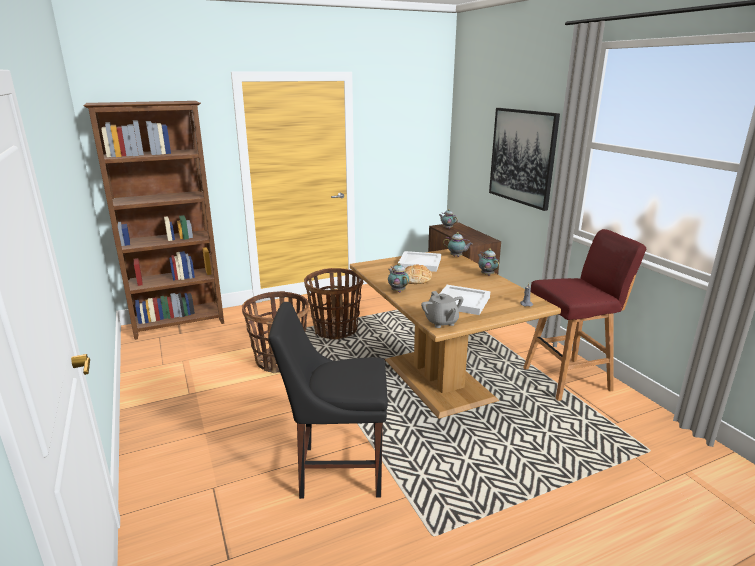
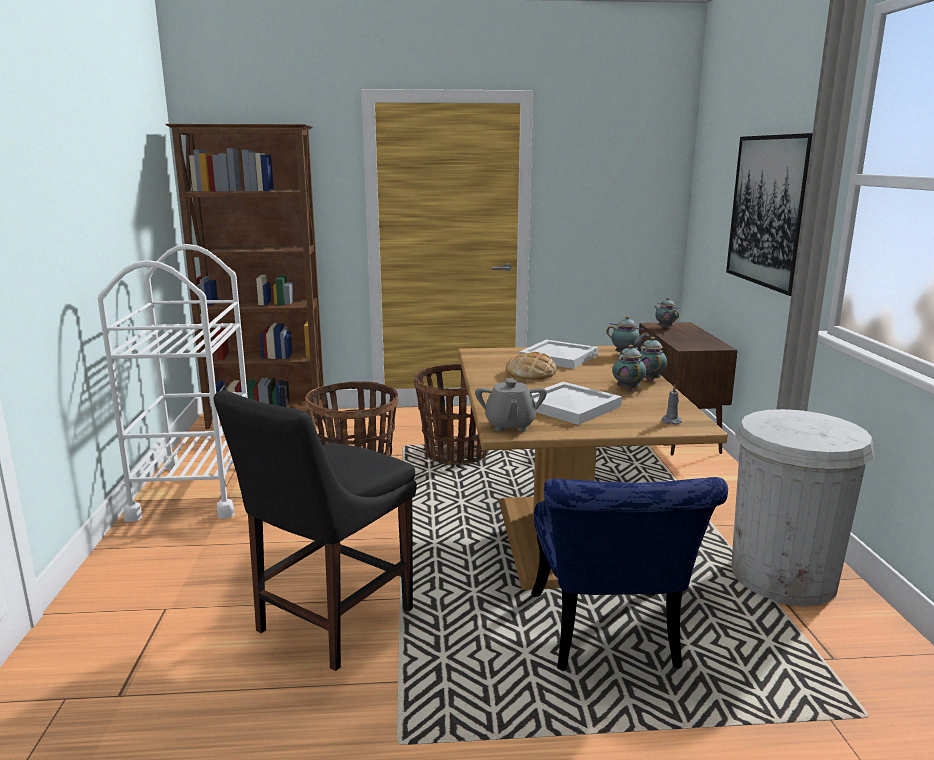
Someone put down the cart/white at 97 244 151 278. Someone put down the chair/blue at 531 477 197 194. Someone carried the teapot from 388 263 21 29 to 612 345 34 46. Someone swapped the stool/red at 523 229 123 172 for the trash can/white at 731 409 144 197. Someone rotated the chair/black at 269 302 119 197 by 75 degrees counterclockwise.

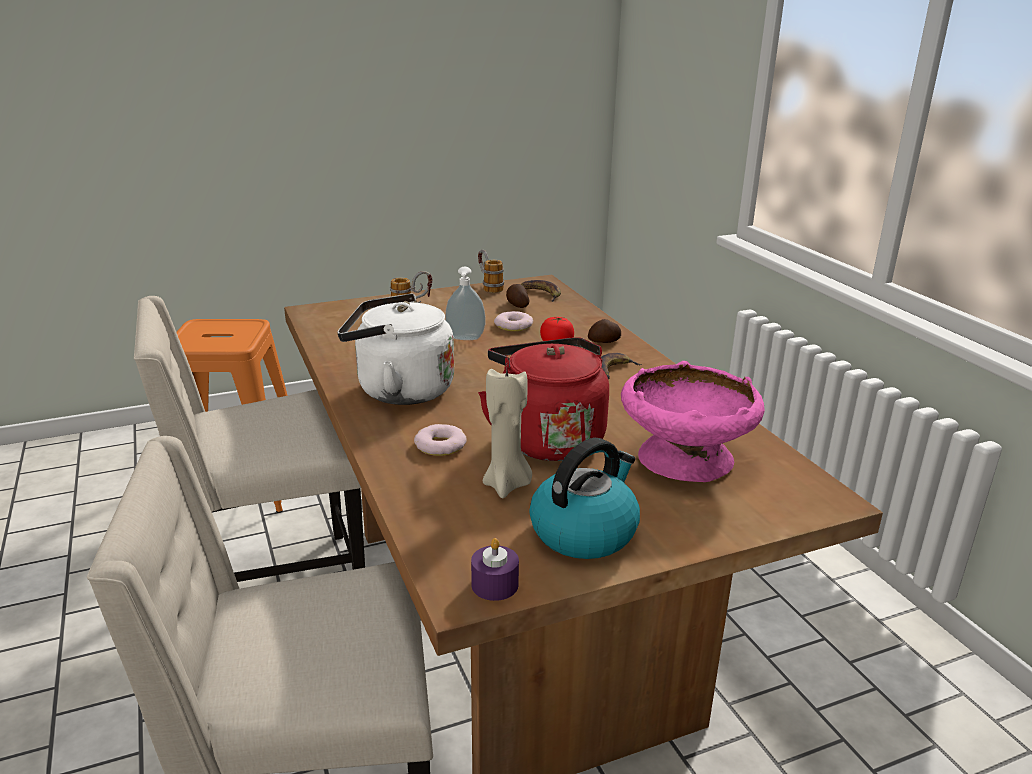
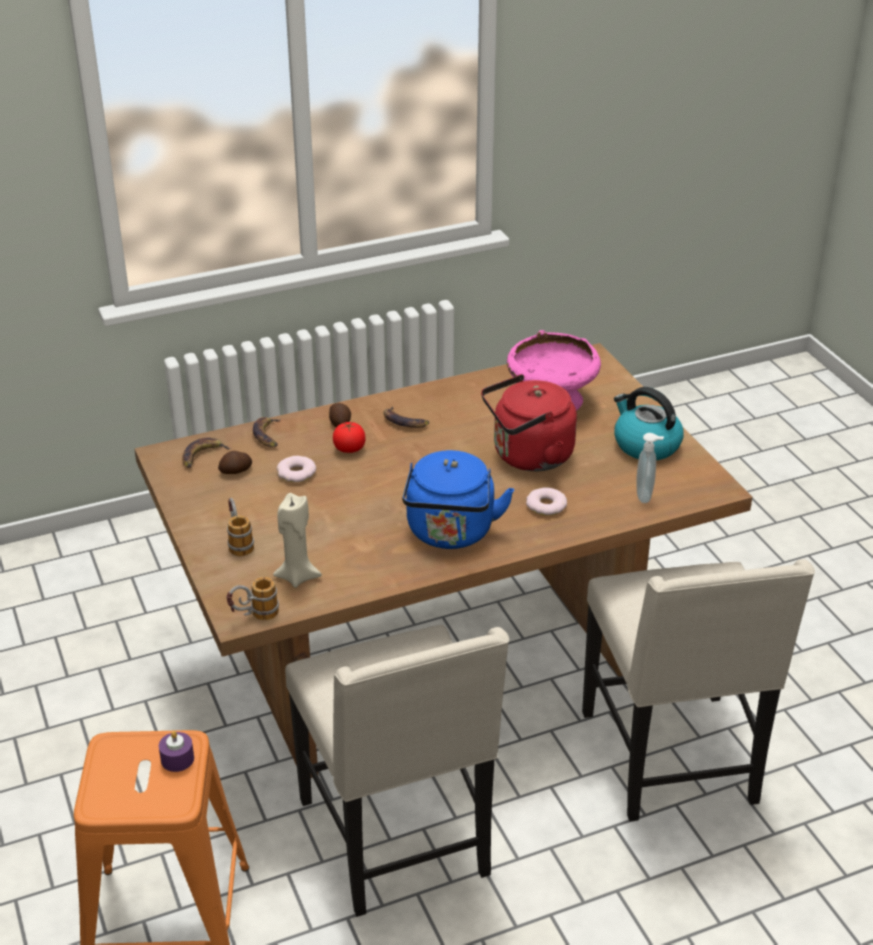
Someone put down the banana at 253 417 28 30. Someone carried the soap dispenser from 445 266 41 74 to 637 433 27 70. Someone carried the candle/purple from 471 538 48 63 to 159 731 35 41. Someone carried the mug from 478 249 26 44 to 226 577 53 43. Someone carried the candle/beige from 483 369 49 129 to 273 493 49 95. Someone repainted the kettle/white at 337 293 117 112, which became the kettle/blue at 402 450 112 99.

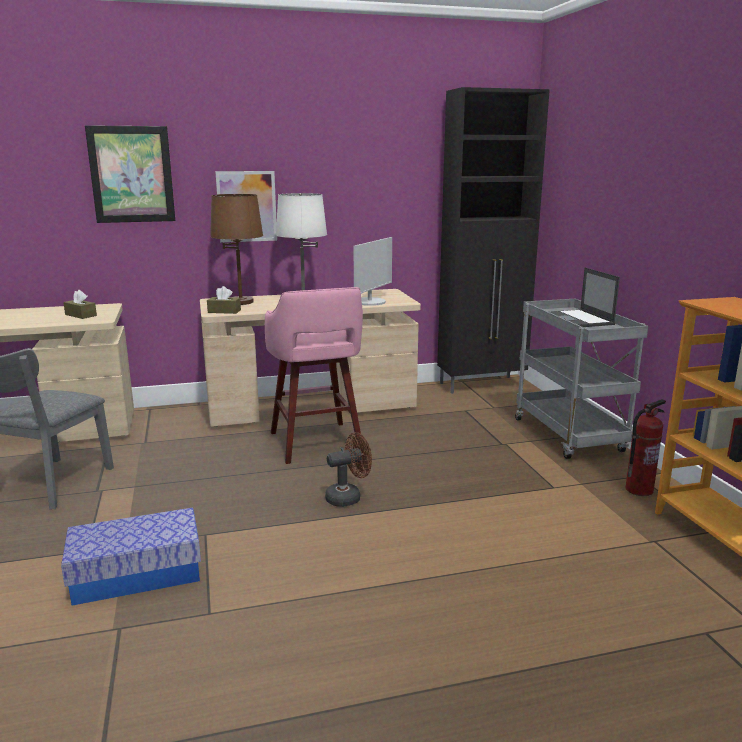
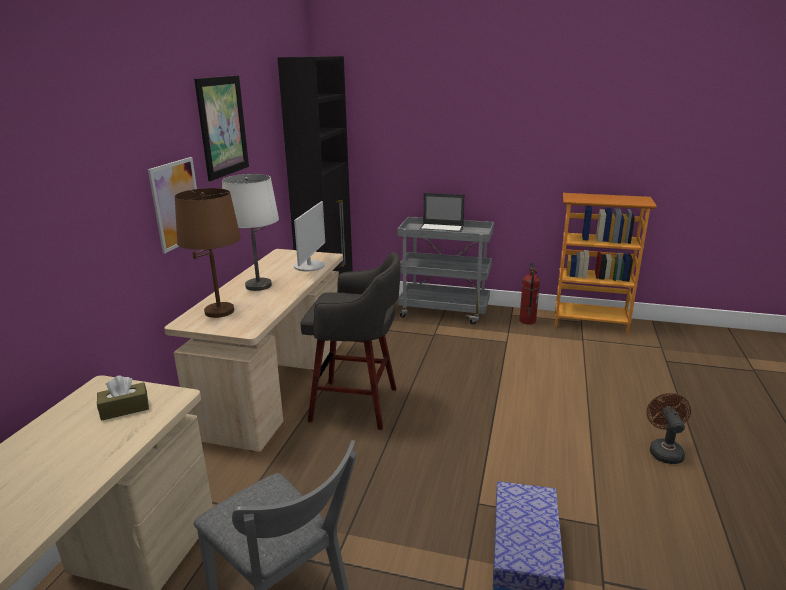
Someone took away the tissue box/brown at 207 286 34 28. Someone carried the picture from 85 125 90 98 to 194 75 55 106. Someone carried the fan/brown from 325 432 47 75 to 646 393 45 71. Someone repainted the stool/pink at 265 287 98 177, which became the stool/grey at 300 252 101 178. Someone rotated the monitor at 354 237 38 69 by 45 degrees clockwise.

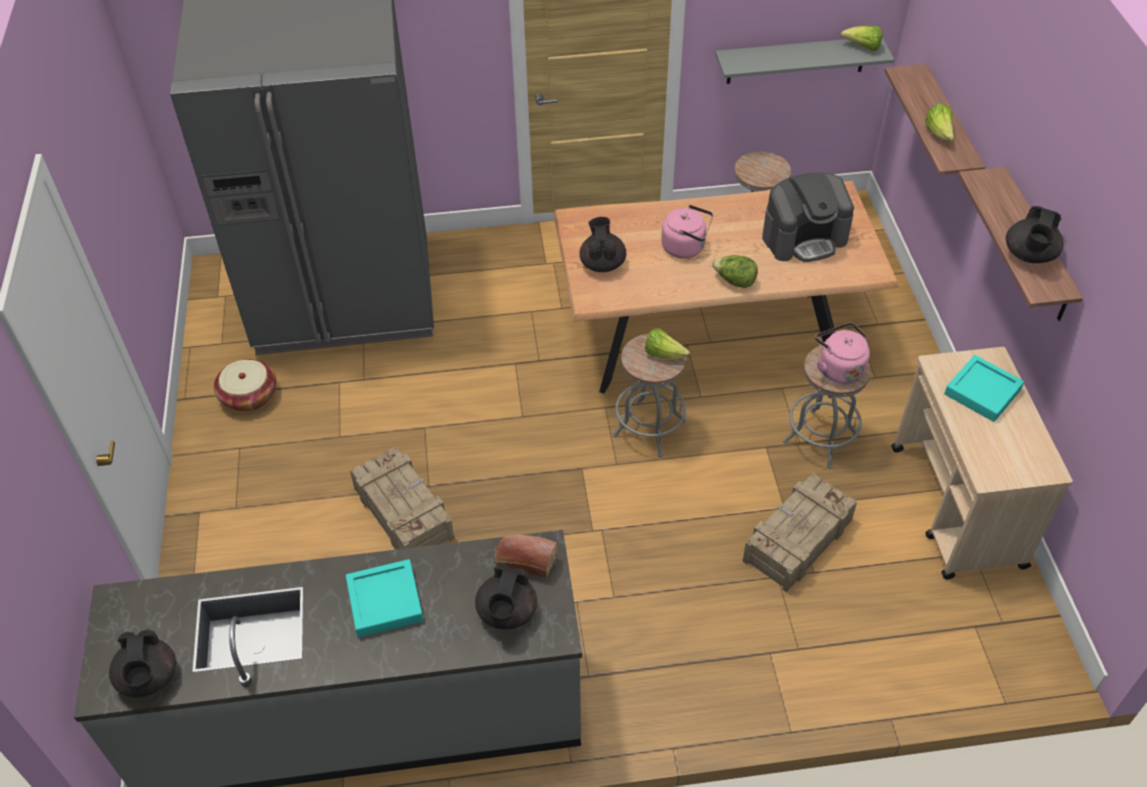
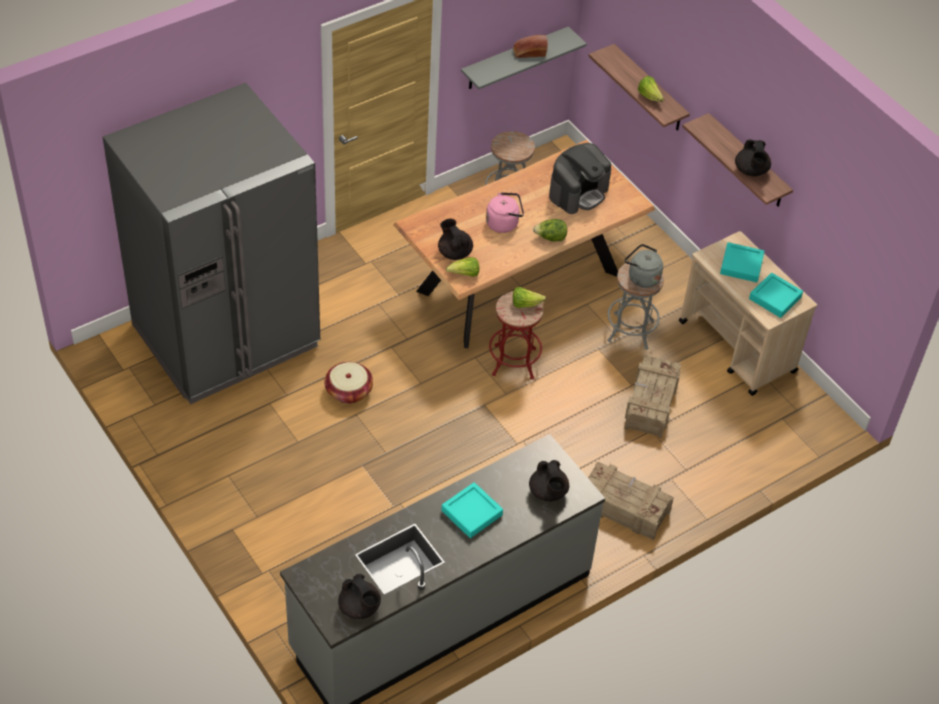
Someone put down the tray/turquoise at 749 273 54 45. Someone carried the basket from 214 359 62 52 to 324 362 49 42. Someone carried the crate from 350 446 104 104 to 588 462 86 78. Someone carried the bread from 494 535 64 43 to 513 35 35 23. Someone carried the lettuce from 841 26 41 25 to 446 257 33 20. Someone repainted the stool/grey at 613 334 73 123, which became the stool/red at 489 291 55 88. Someone repainted the kettle/pink at 815 323 55 61, which became the kettle/grey at 625 244 38 44.

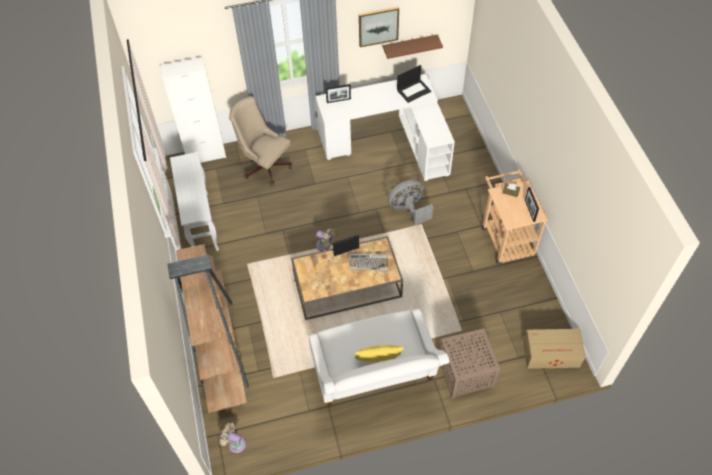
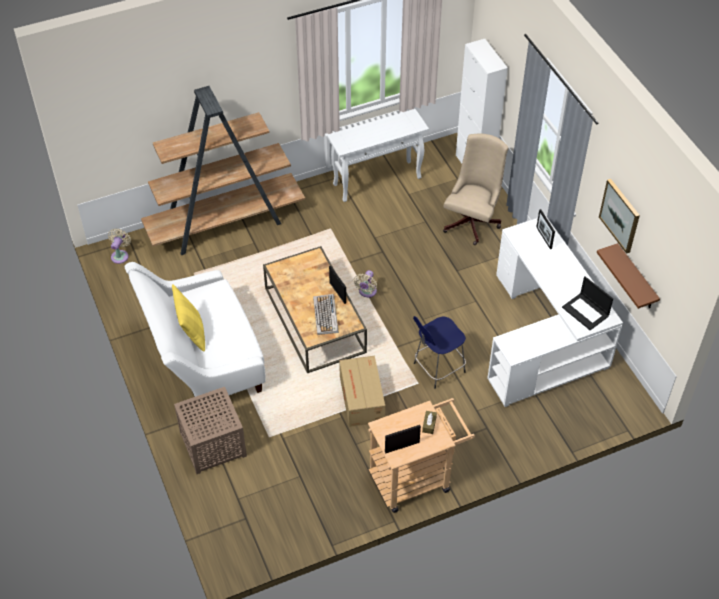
Someone carried the cardboard box from 523 329 62 40 to 339 356 46 71. Someone swapped the fan/grey at 388 180 45 45 for the stool/blue at 413 316 53 73.

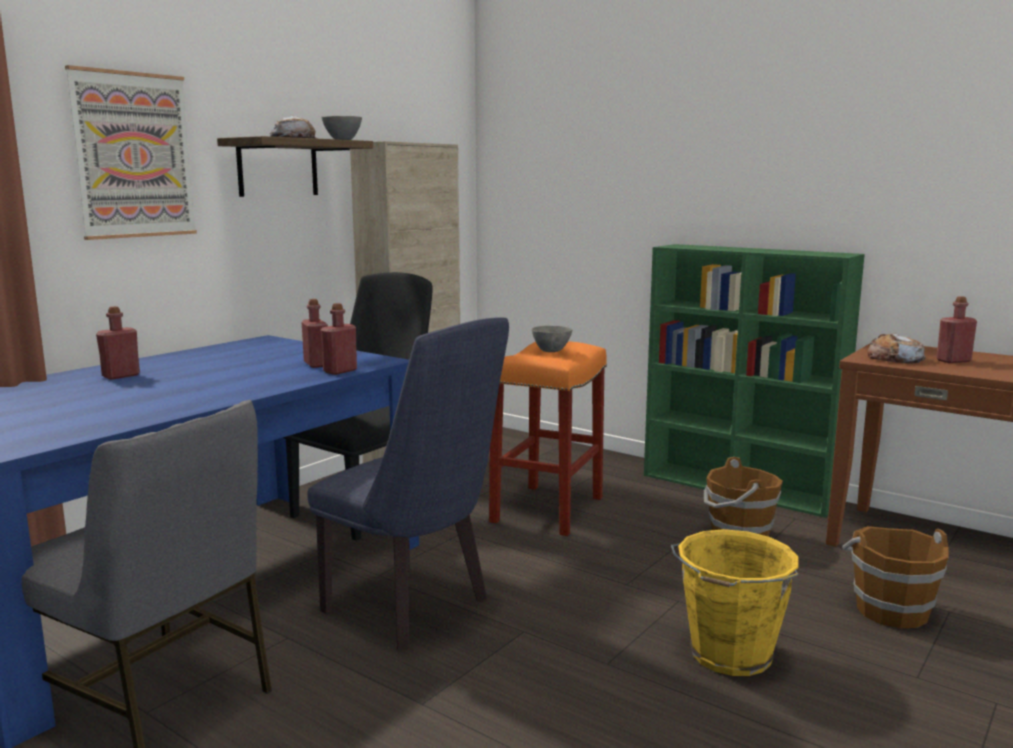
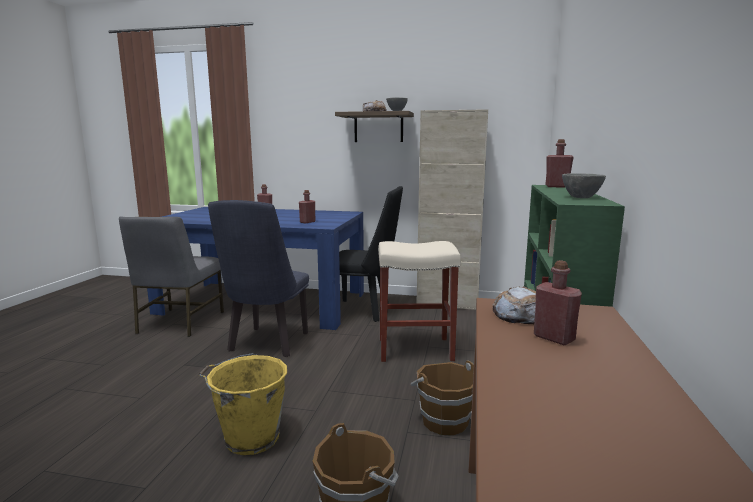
Someone took away the picture at 65 65 132 175. Someone carried the bottle/red from 320 303 37 72 to 545 139 29 49. Someone carried the bowl/grey from 532 326 40 26 to 562 173 44 25. Someone repainted the stool/orange at 489 341 118 195, which became the stool/beige at 378 241 83 121.

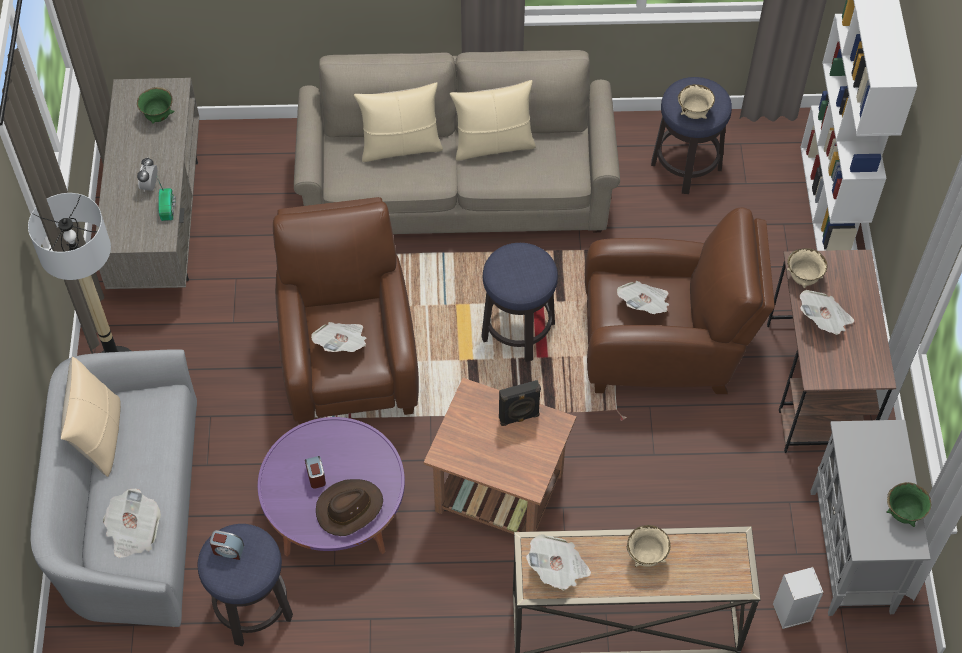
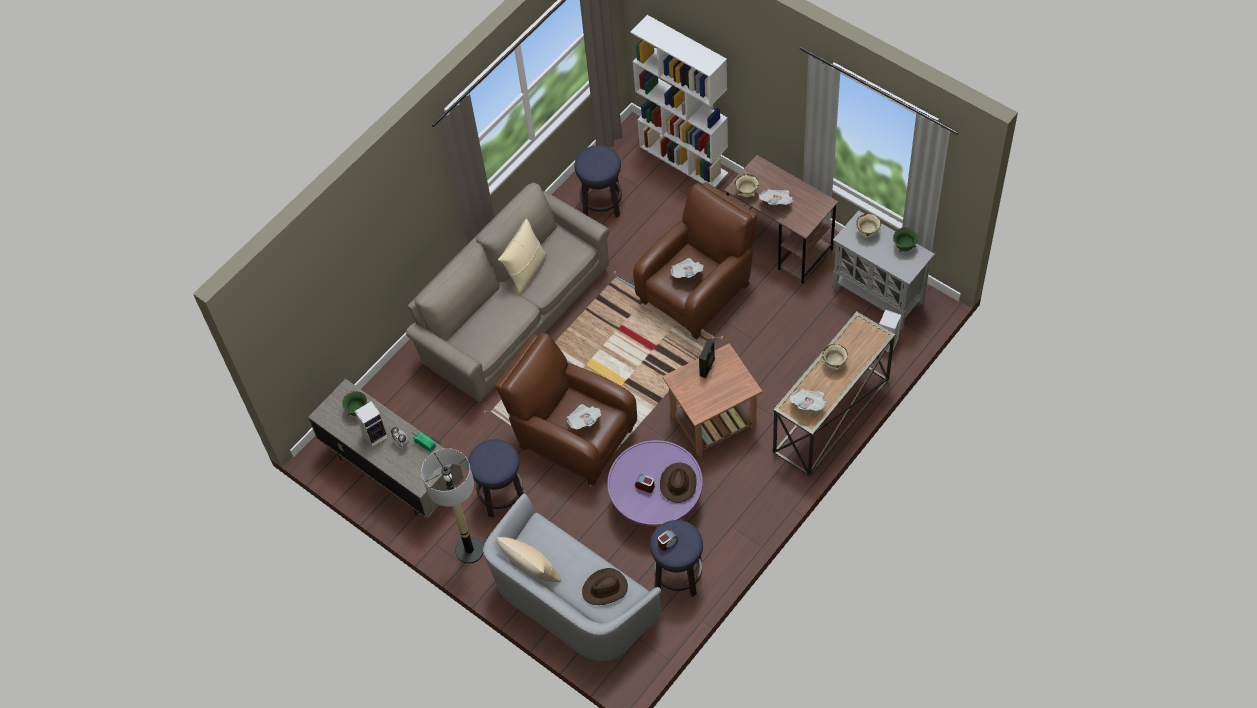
Someone took away the pillow/beige at 354 82 89 80. Someone put down the speaker at 355 401 33 46. Someone carried the stool from 481 243 77 119 to 468 439 56 79. Someone carried the bowl/beige from 678 84 37 35 to 856 213 25 26. Someone swapped the newspaper at 103 489 58 69 for the hat/brown at 582 568 46 37.

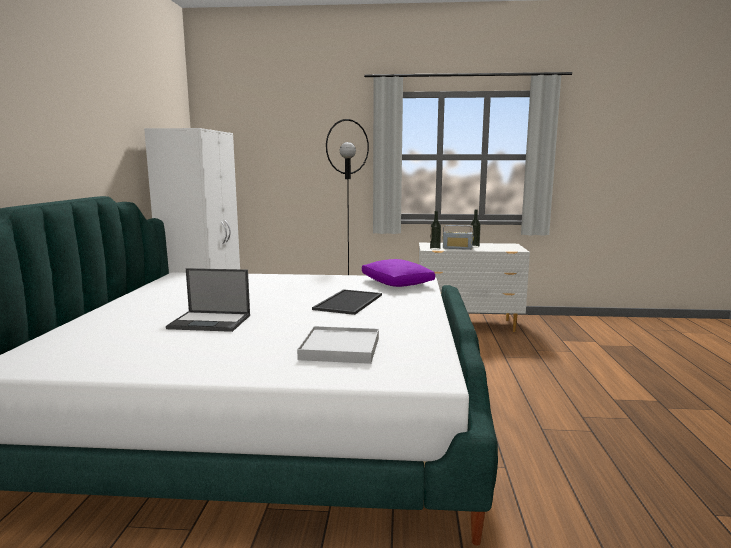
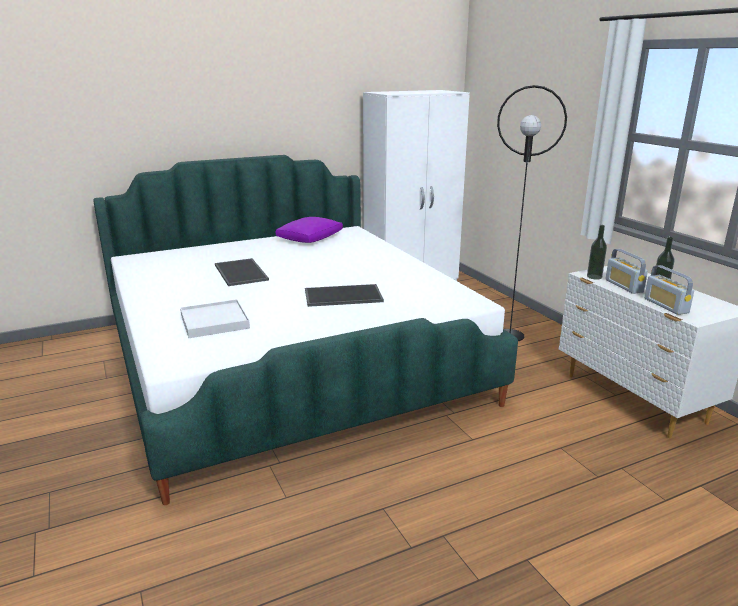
Someone put down the radio at 644 265 50 50. Someone carried the pillow/purple from 362 259 73 28 to 276 217 67 26. Someone swapped the laptop at 166 268 84 64 for the tray at 215 258 54 28.

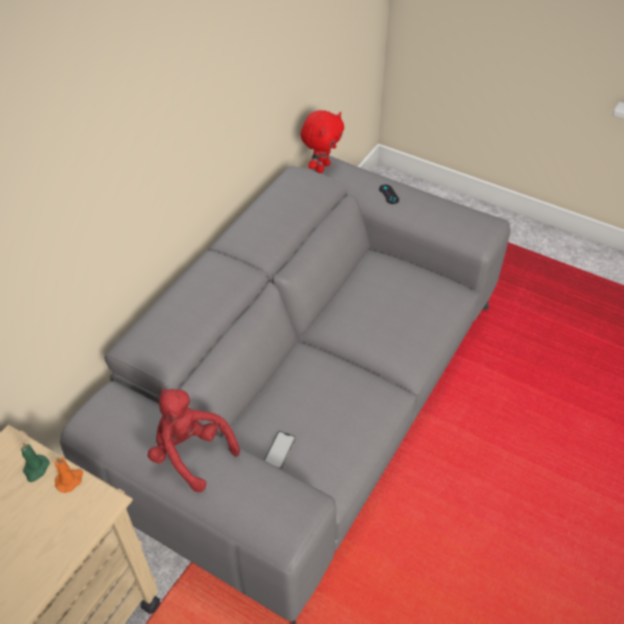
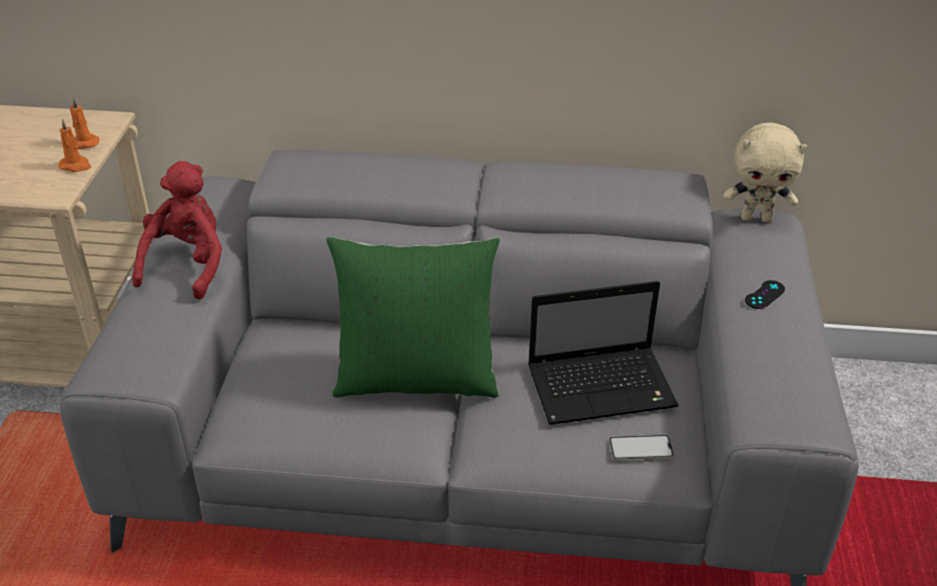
Someone put down the pillow/green at 326 237 174 161. Someone put down the laptop at 528 281 151 144. Someone carried the phone from 264 431 32 38 to 609 435 65 25. Someone repainted the candle/green at 21 443 29 39, which became the candle/orange at 69 98 30 51. Someone repainted the plush toy/red at 300 110 44 63, which became the plush toy/beige at 723 122 84 100.

